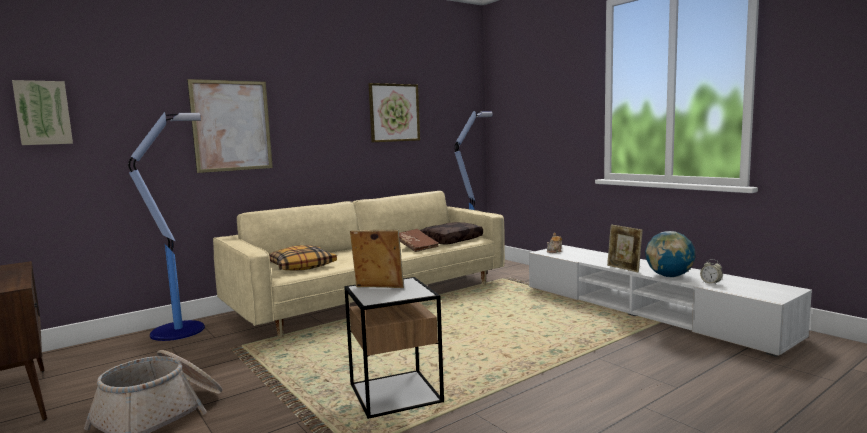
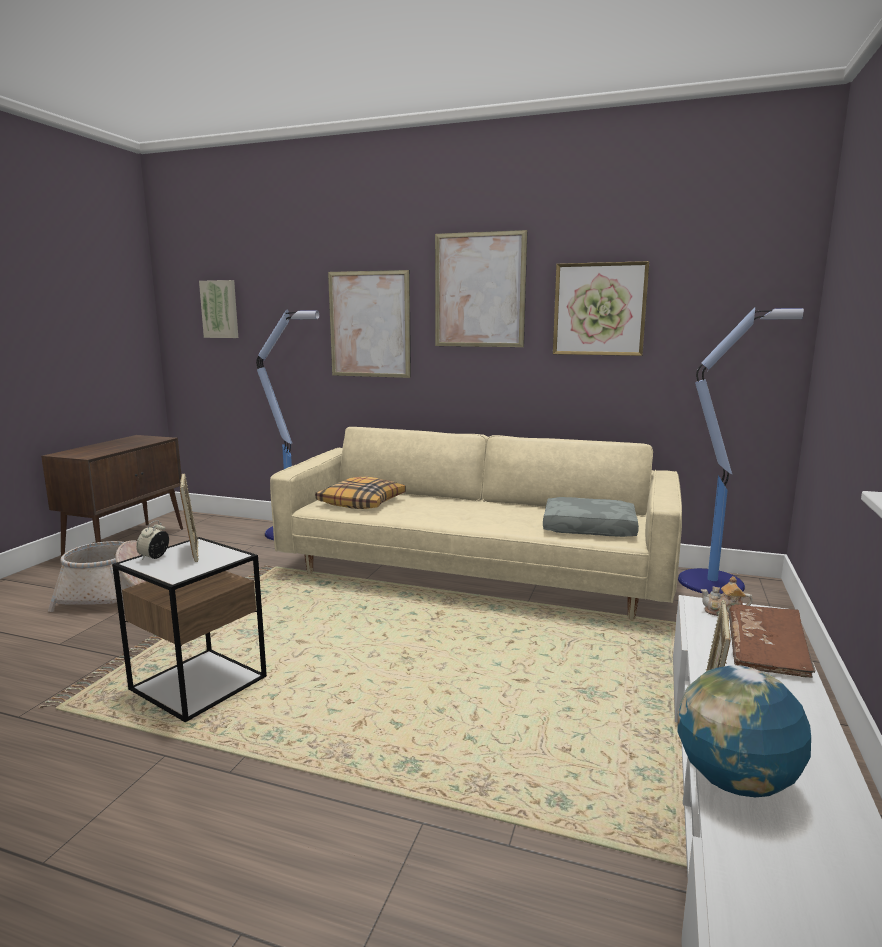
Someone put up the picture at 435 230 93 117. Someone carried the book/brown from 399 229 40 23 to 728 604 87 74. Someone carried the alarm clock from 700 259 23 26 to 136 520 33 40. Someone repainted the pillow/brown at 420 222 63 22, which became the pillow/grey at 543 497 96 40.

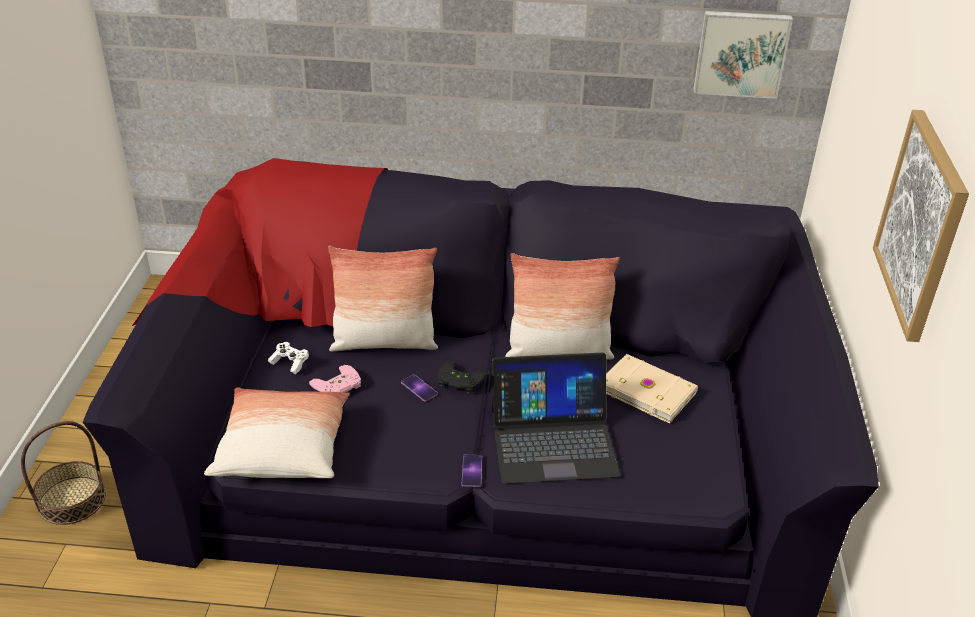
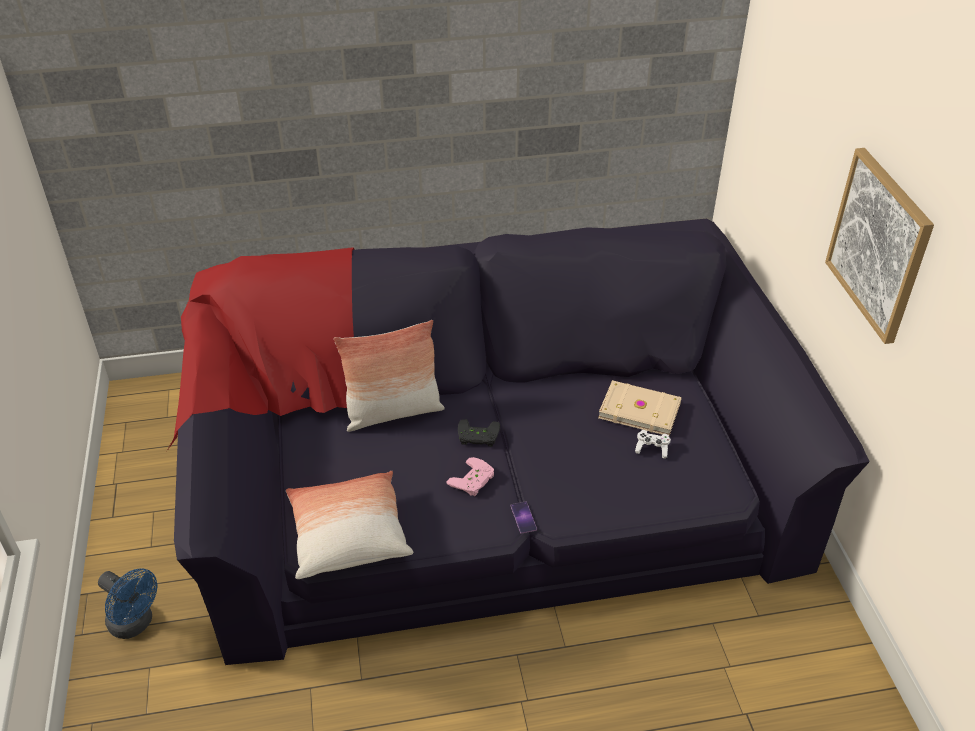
Someone took away the phone at 401 375 37 27. Someone took away the laptop at 492 353 128 131. Someone took away the pillow at 505 253 115 107. Someone took away the picture at 693 11 100 88. Someone carried the game controller/white from 268 342 41 32 to 635 430 36 29. Someone carried the game controller/pink from 309 365 52 28 to 446 457 48 39. Someone swapped the basket at 21 421 85 104 for the fan/blue at 98 568 59 71.

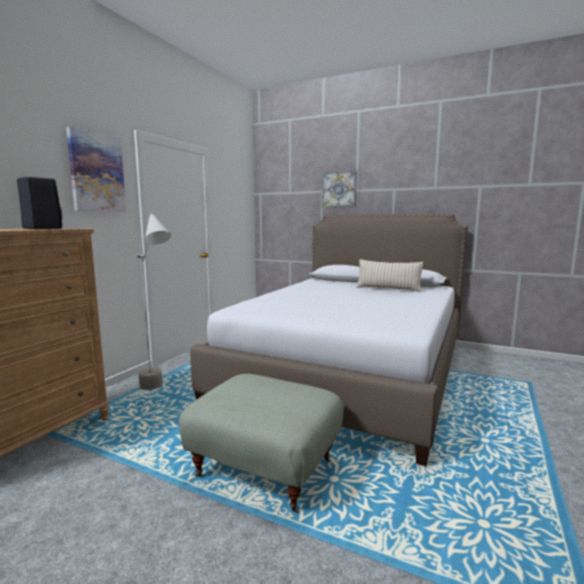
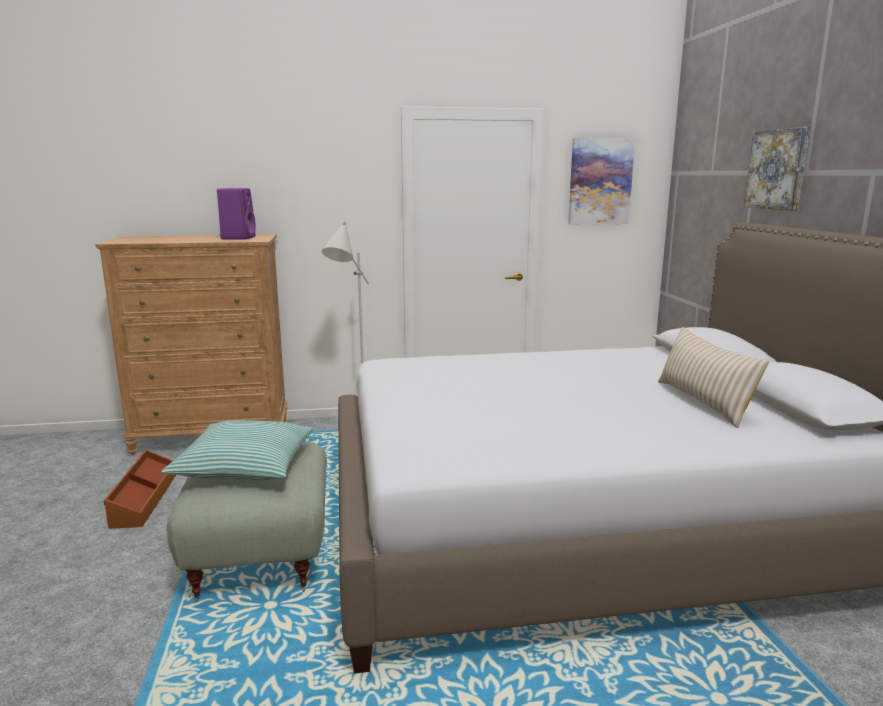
Someone put down the storage box/brown at 104 450 72 79. Someone put down the pillow at 161 420 153 61. Someone carried the picture from 66 127 60 85 to 568 138 67 87. Someone repainted the speaker/black at 17 177 45 52, which became the speaker/purple at 217 188 38 51.

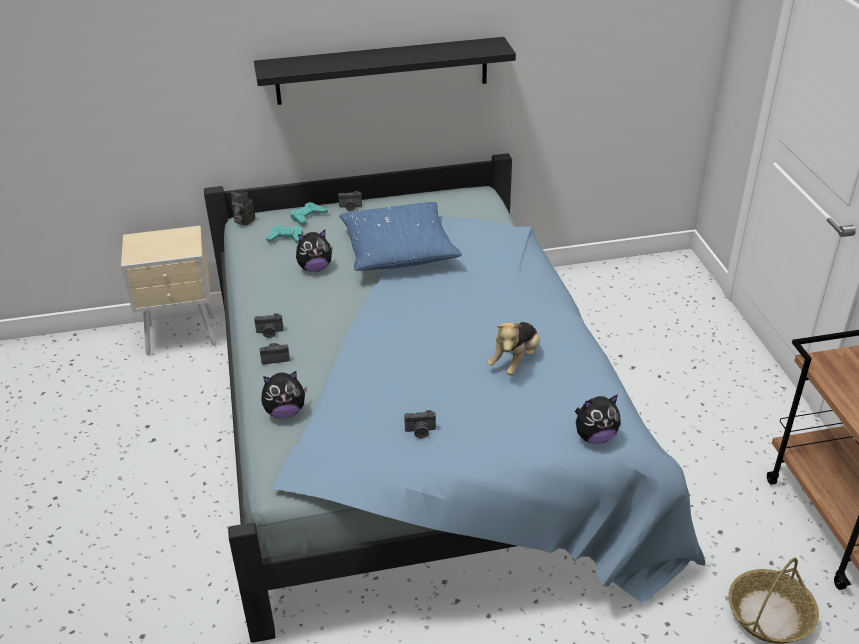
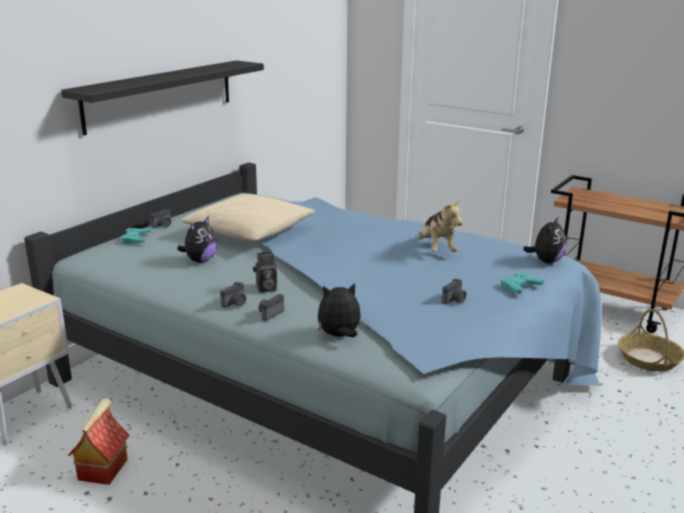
Someone put down the toy house at 68 398 62 87. Someone carried the photo camera from 231 190 24 36 to 253 252 24 41. Someone carried the game controller/turquoise from 266 225 37 18 to 501 272 43 22. Someone repainted the pillow/blue at 339 202 123 69, which became the pillow/beige at 180 194 135 47. Someone rotated the plush toy at 261 371 46 48 by 135 degrees counterclockwise.

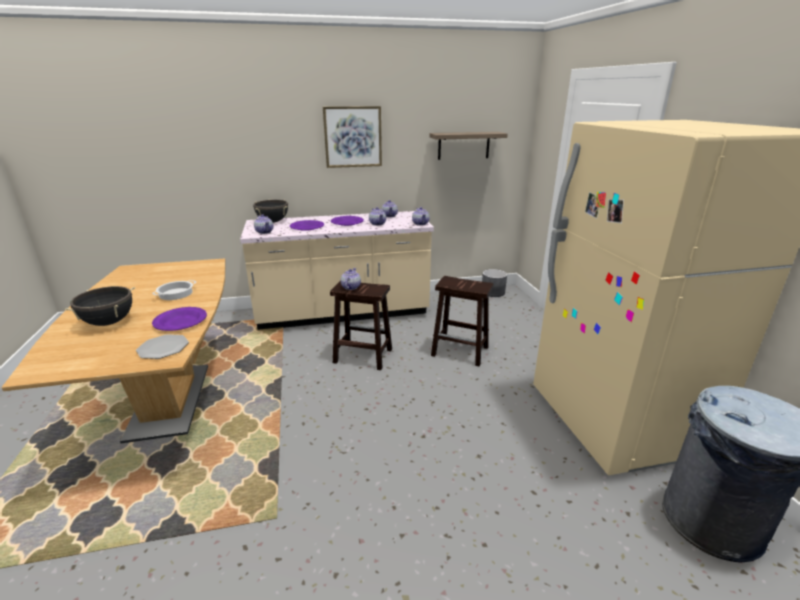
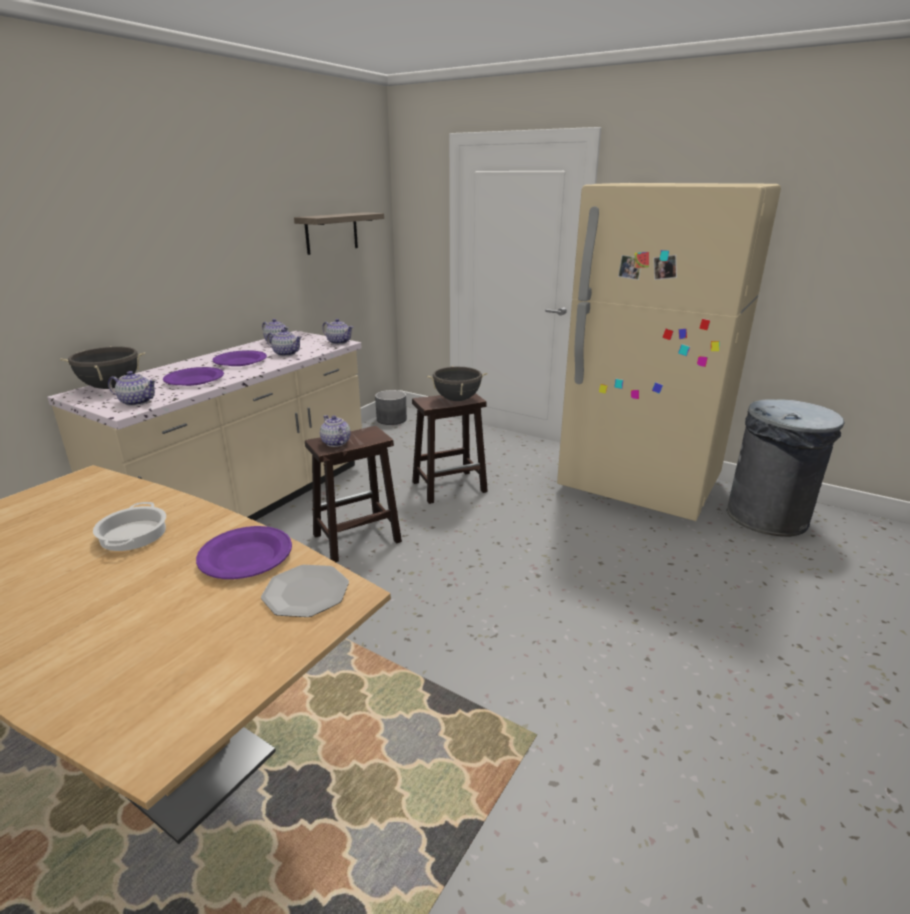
Someone took away the picture at 323 106 59 62. Someone carried the cooking pot/black from 64 286 71 40 to 427 366 61 35.

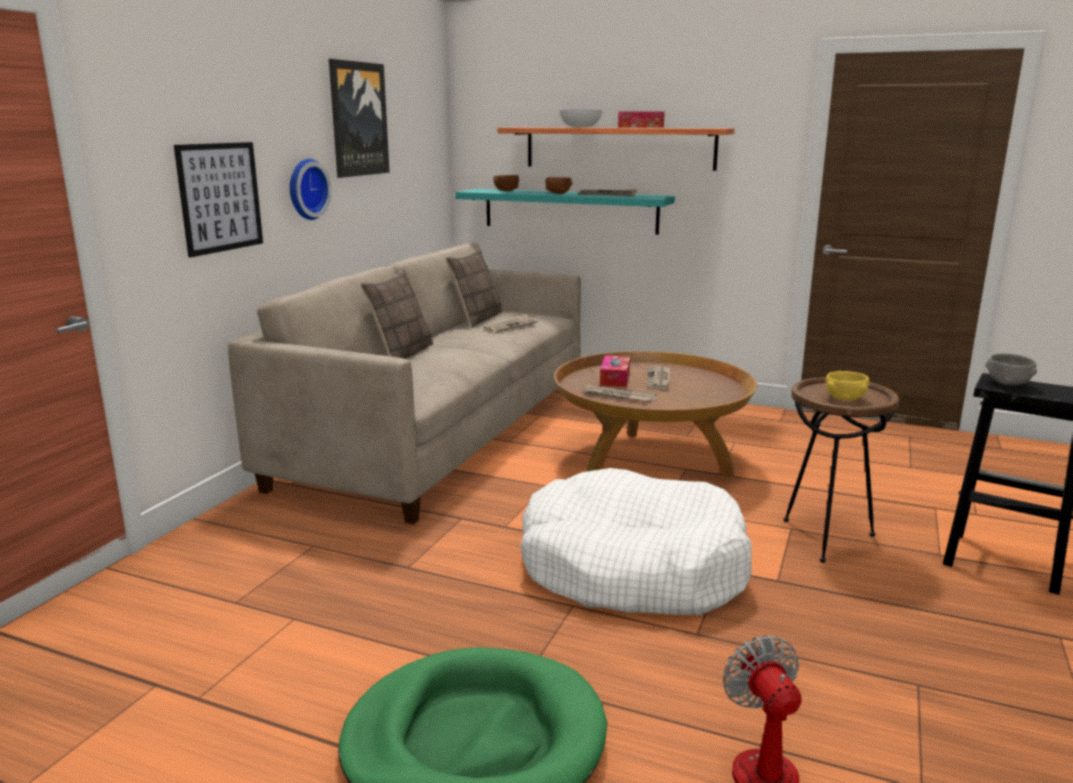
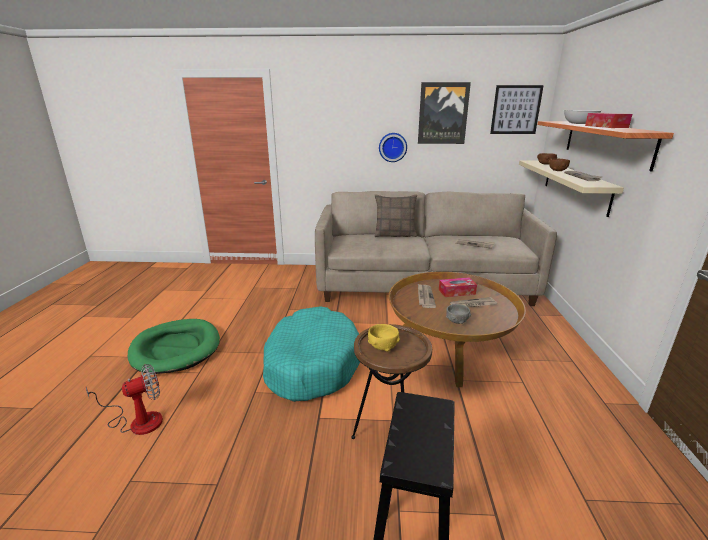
Someone took away the pillow at 446 247 56 81. Someone carried the picture from 174 142 89 115 to 490 85 54 49. Someone carried the bowl/grey from 985 354 52 31 to 446 304 25 20. Someone repainted the shelf/turquoise at 455 189 220 46, which became the shelf/beige at 519 160 105 57. Someone repainted the dog bed/white at 520 468 232 147, which became the dog bed/turquoise at 263 306 97 96.

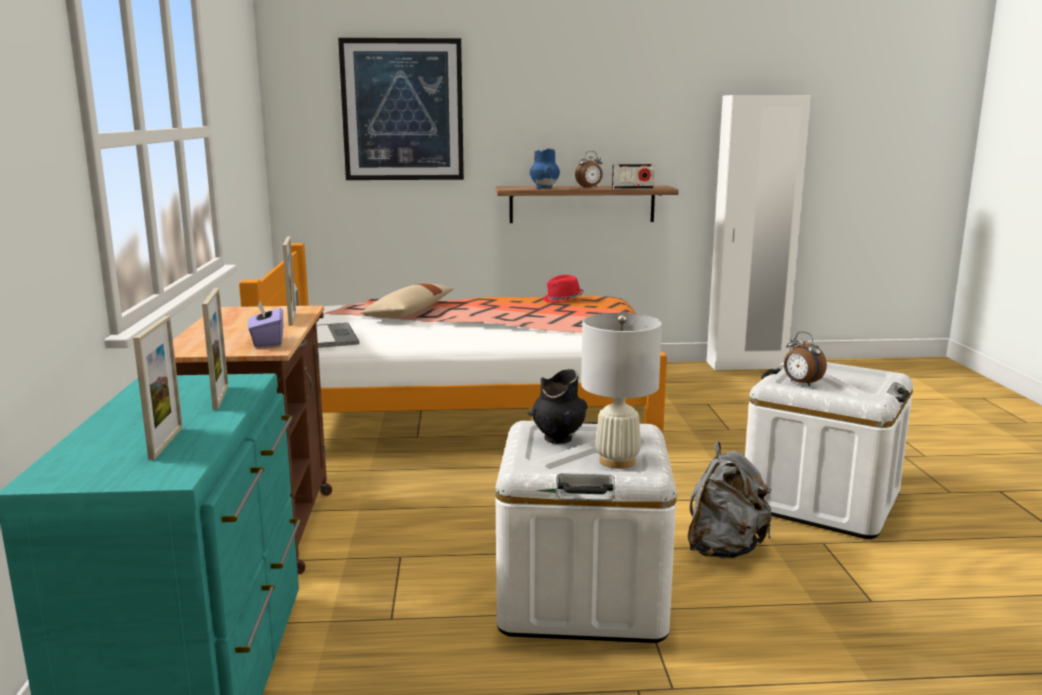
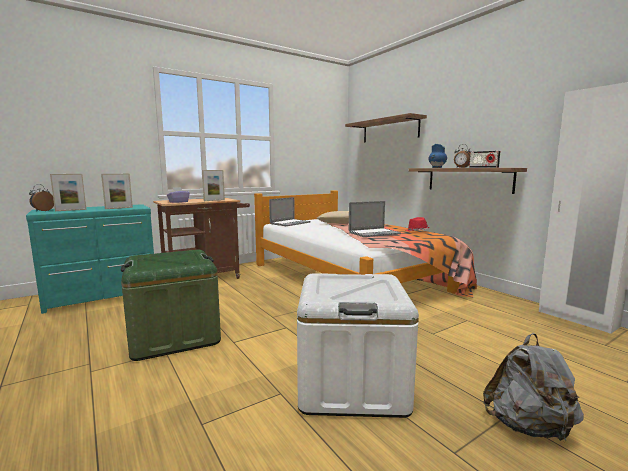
Someone took away the vase/black at 527 369 60 75. Someone took away the table lamp/white at 581 313 81 156. Someone put down the laptop at 349 201 52 36. Someone carried the backpack/grey from 688 442 84 116 to 483 333 101 108. Someone carried the alarm clock from 784 331 43 56 to 29 184 25 28. Someone swapped the picture at 338 38 126 142 for the shelf at 345 113 82 30. Someone repainted the storage box/white at 495 421 182 222, which became the storage box/green at 121 250 100 111.

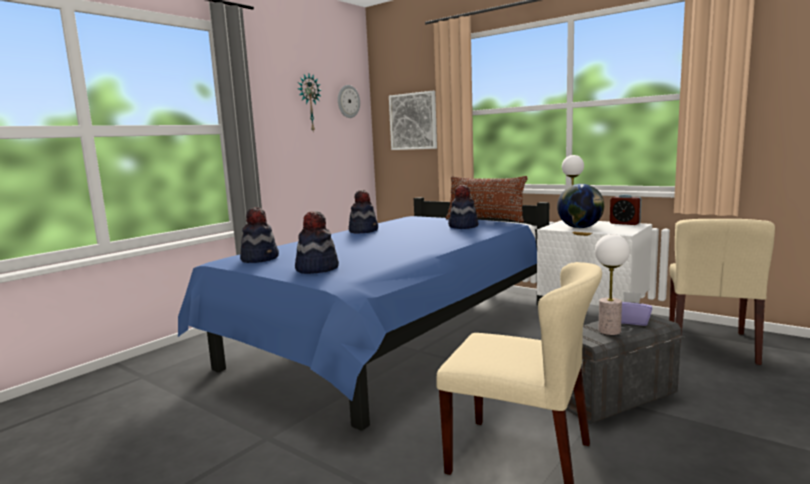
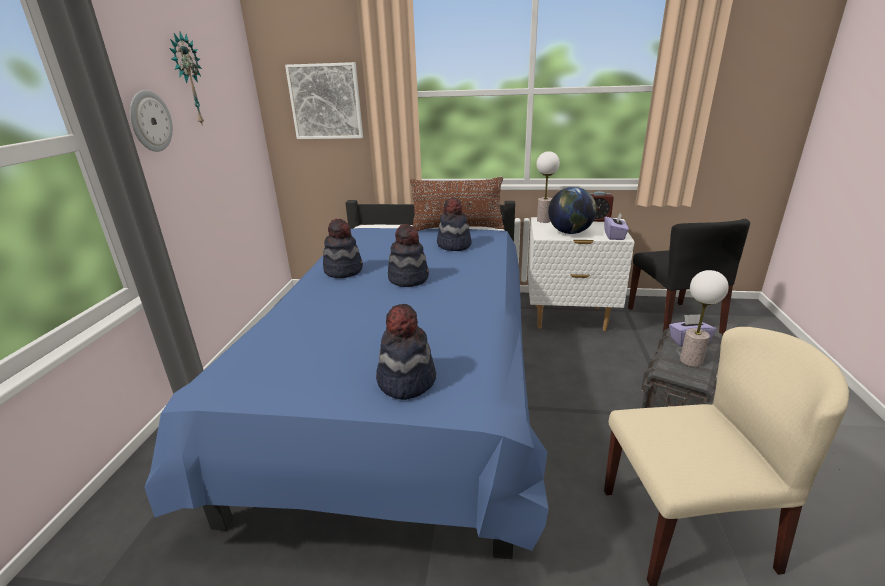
Someone put down the tissue box/purple at 604 213 25 27. Someone carried the hat from 240 207 39 56 to 388 224 41 63. Someone carried the wall clock from 338 85 22 33 to 130 90 43 62. Someone repainted the chair/beige at 669 219 106 146, which became the chair/black at 628 219 122 116.

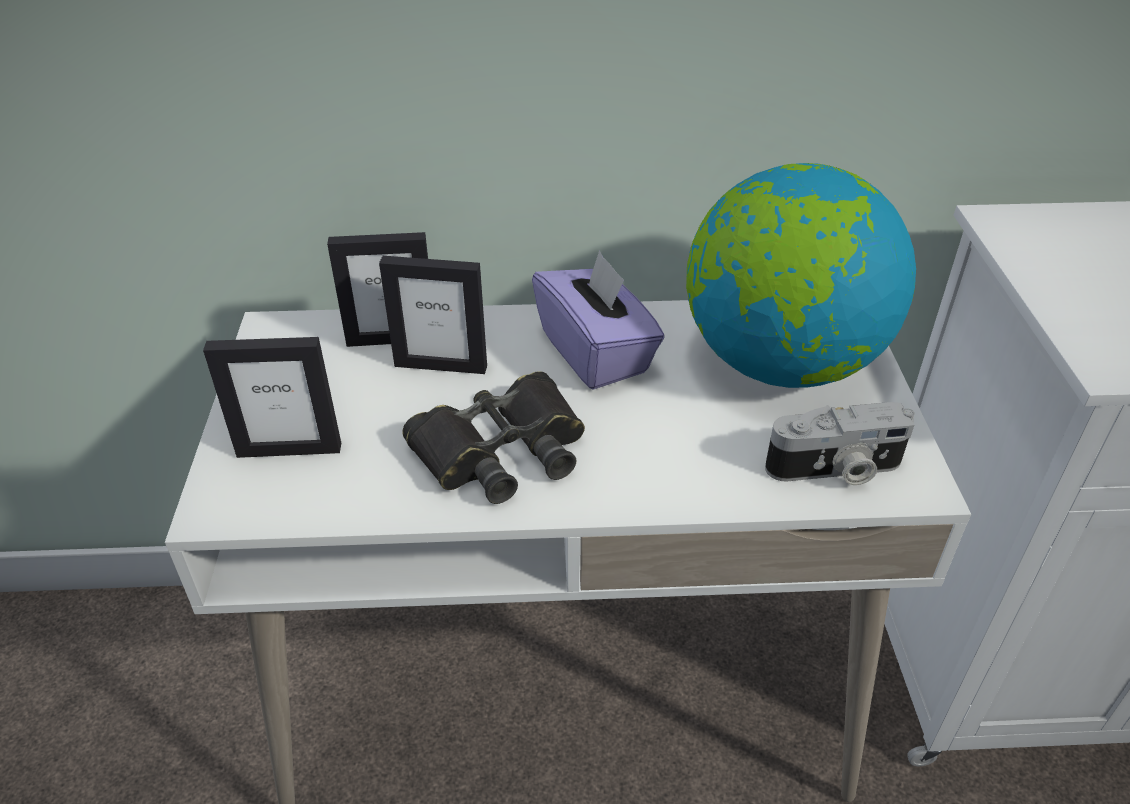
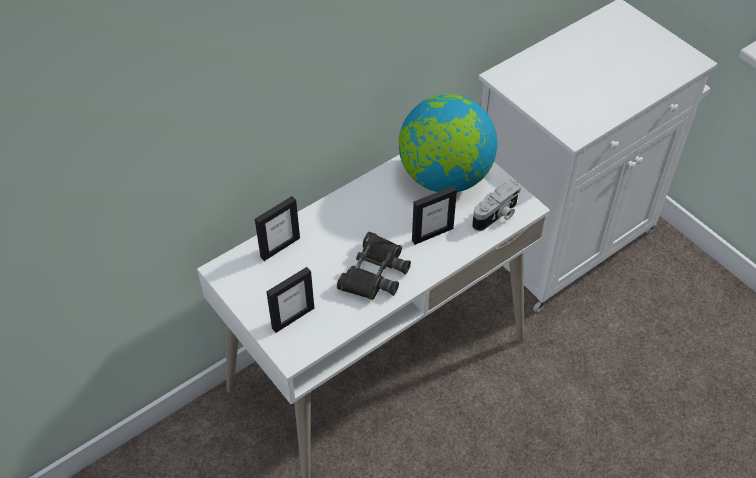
Someone took away the tissue box/purple at 532 250 133 140. Someone carried the picture frame from 379 256 108 118 to 412 186 45 59.

